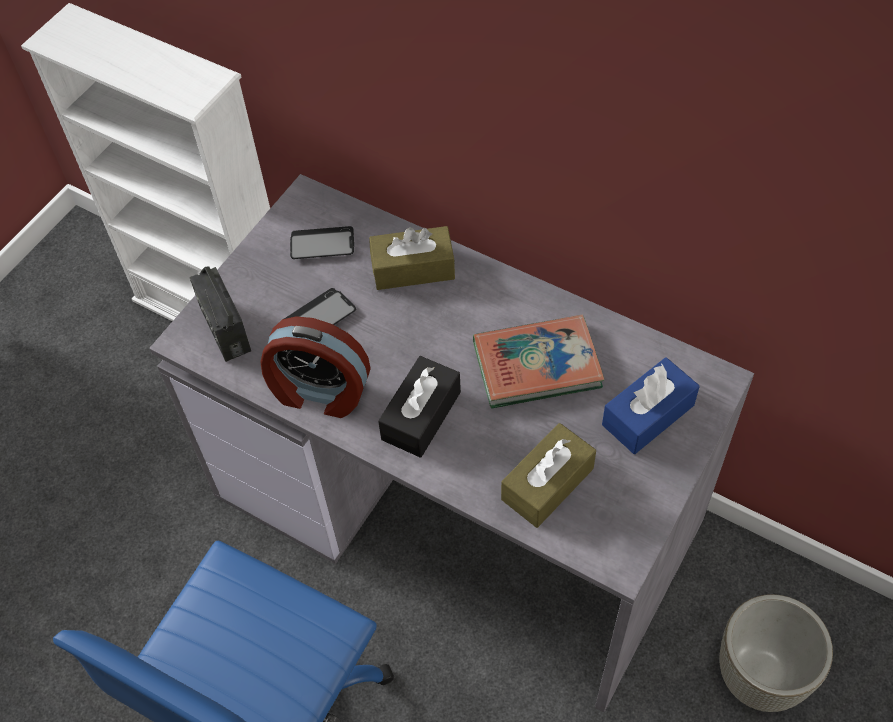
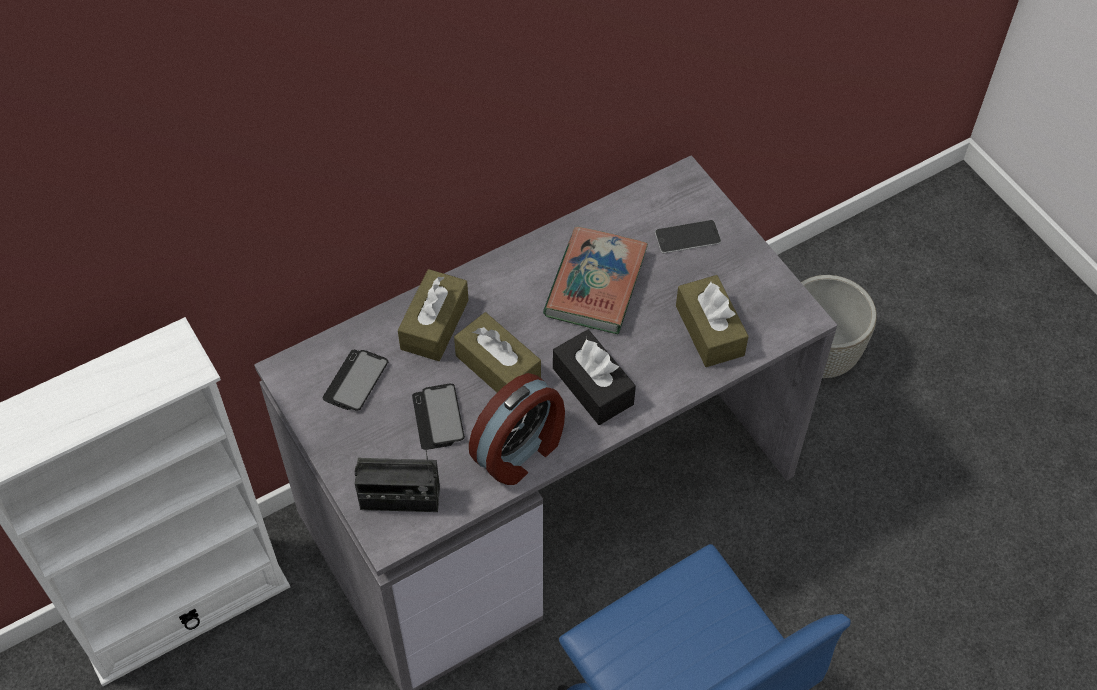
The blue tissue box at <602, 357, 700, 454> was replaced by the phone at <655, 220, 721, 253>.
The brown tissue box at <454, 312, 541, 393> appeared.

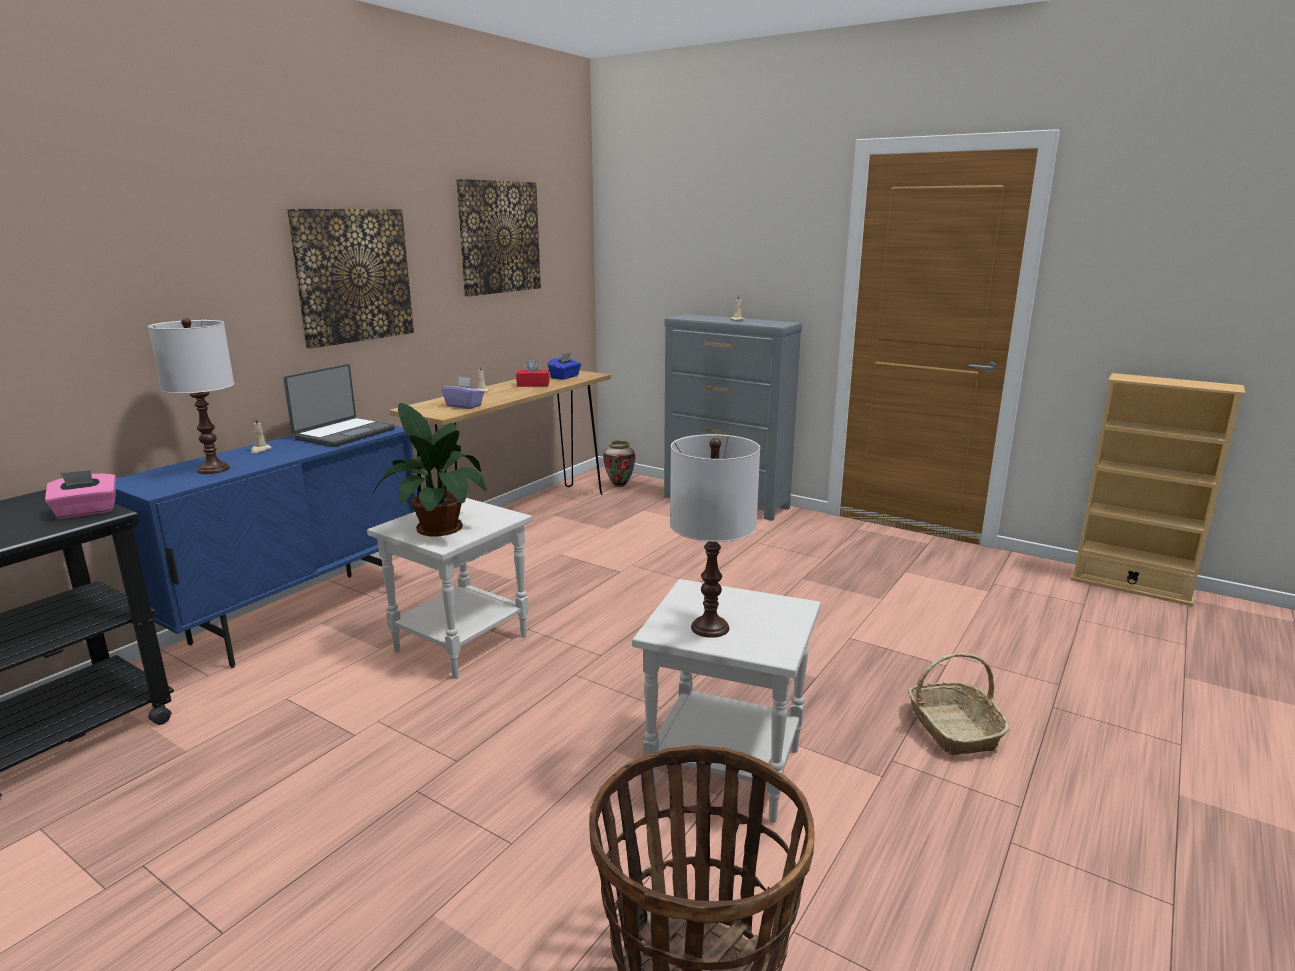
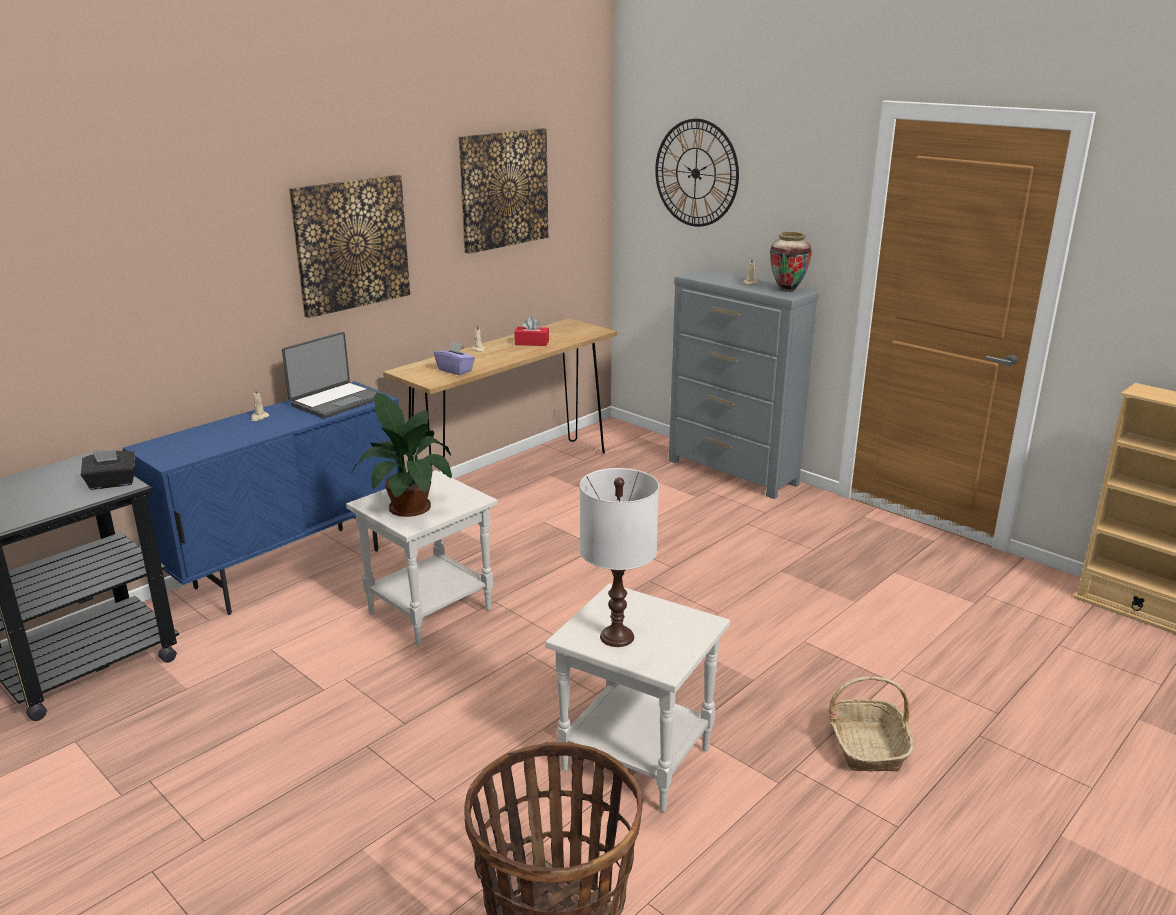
The pink tissue box at <45, 470, 116, 519> became the black tissue box at <81, 450, 136, 490>.
The white table lamp at <148, 318, 234, 474> disappeared.
The blue tissue box at <548, 353, 581, 380> disappeared.
The vase moved from <603, 440, 635, 487> to <770, 232, 812, 292>.
The wall clock at <655, 119, 739, 227> appeared.

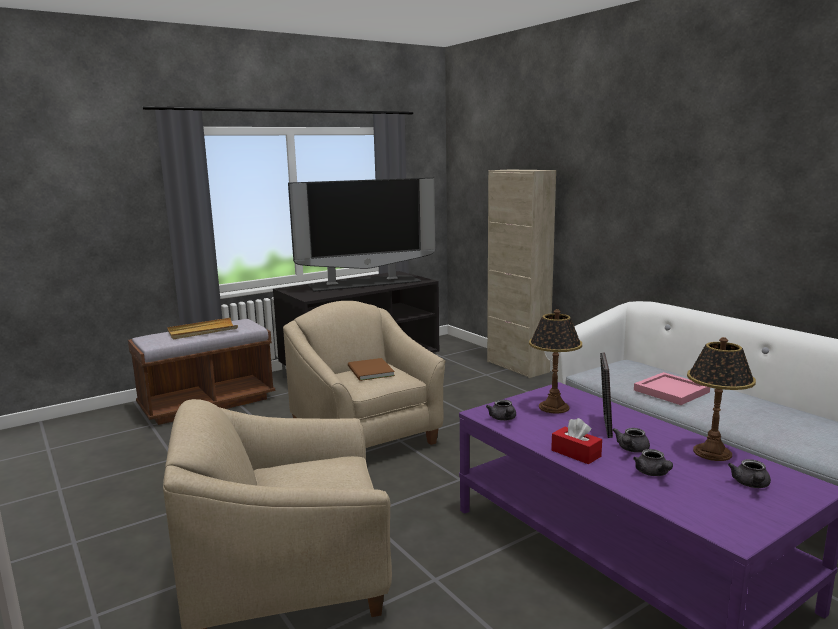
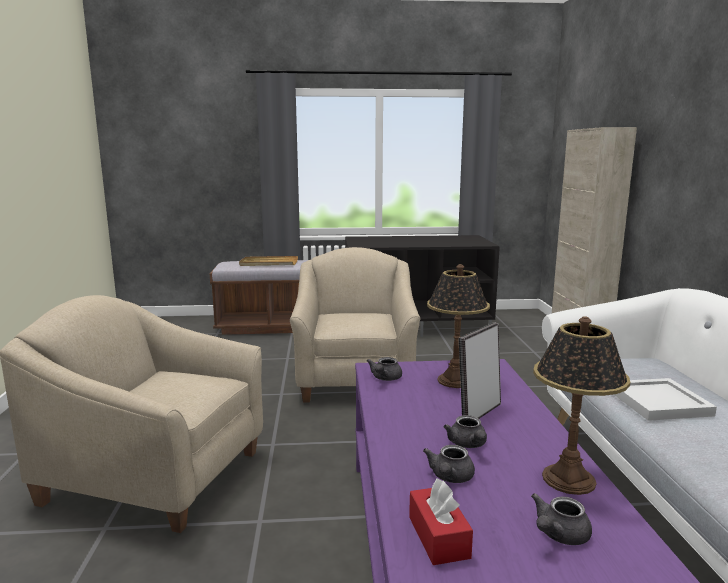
The television at <288, 177, 435, 292> disappeared.
The brown book at <348, 358, 395, 381> disappeared.
The red tissue box moved from <551, 418, 602, 464> to <409, 478, 473, 565>.
The grey teapot at <613, 428, 650, 453> turned 75 degrees counterclockwise.
The pink tray at <634, 372, 710, 405> became the white tray at <614, 378, 717, 421>.

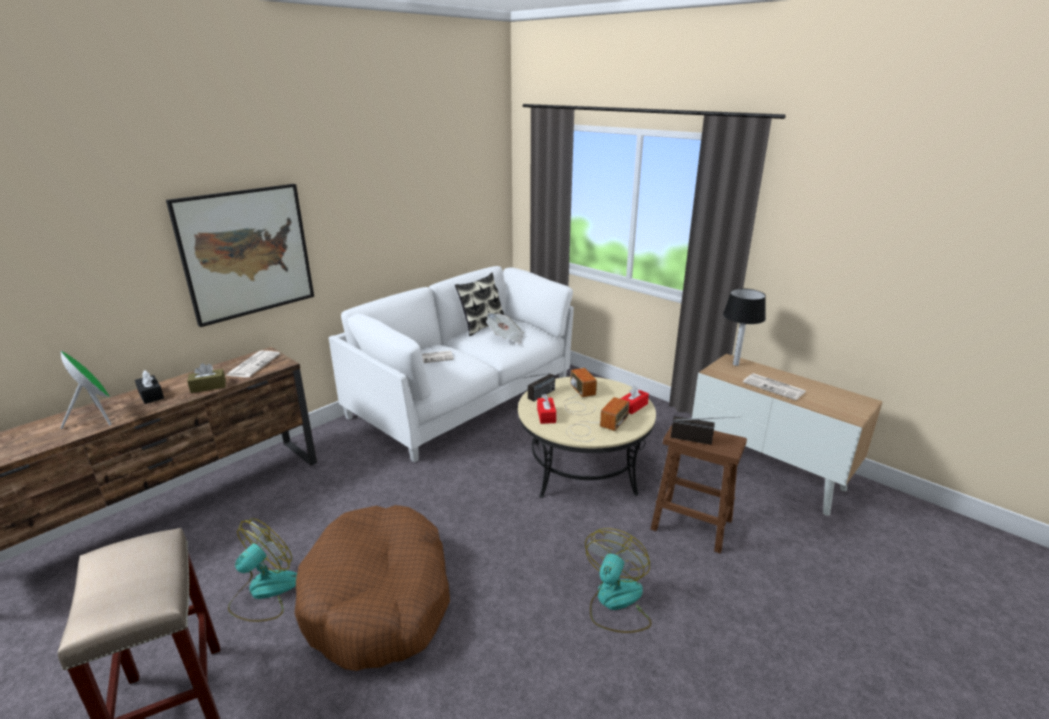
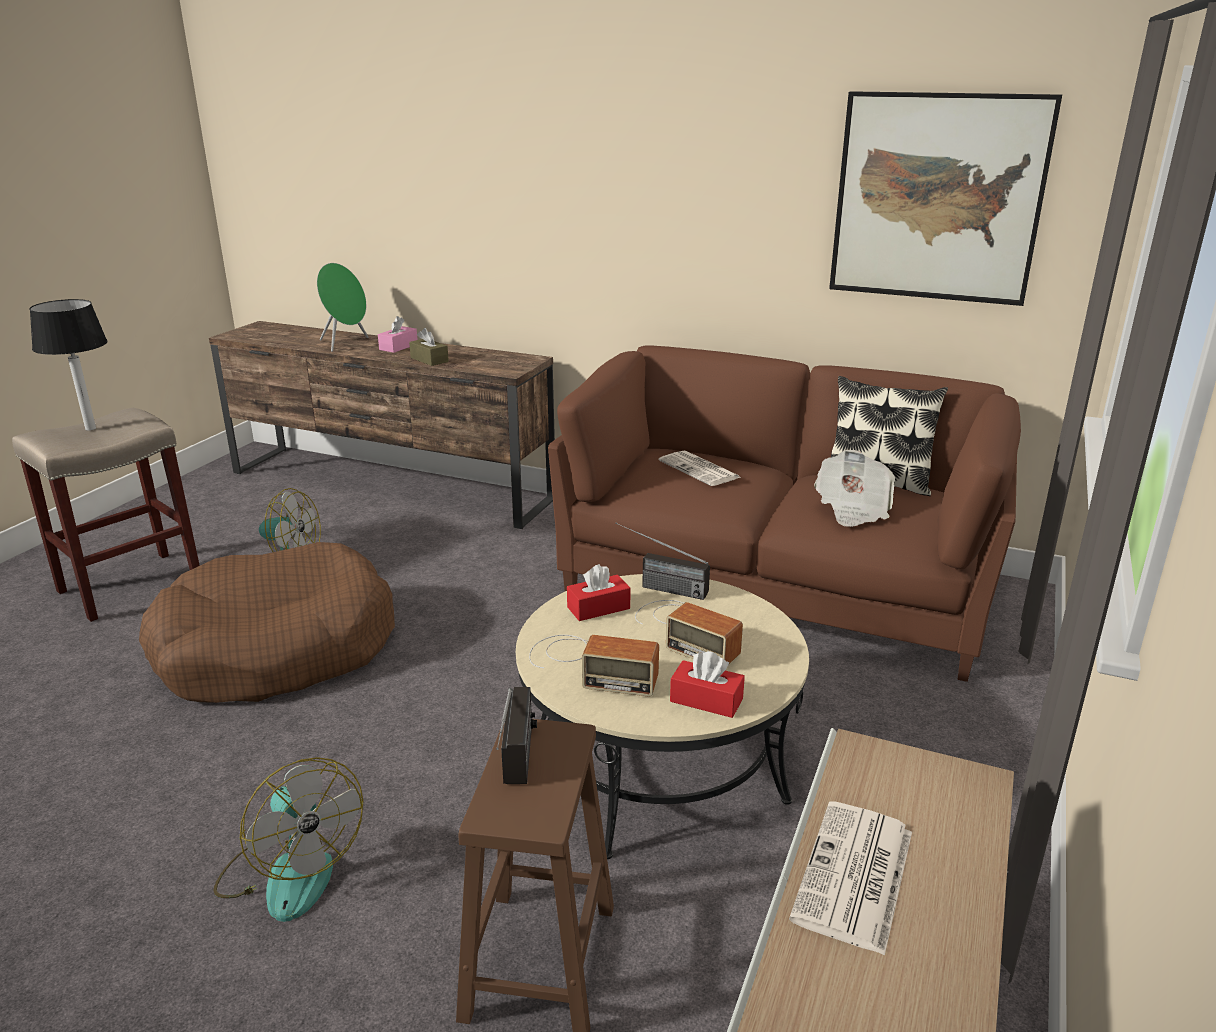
The black tissue box at <135, 370, 164, 404> became the pink tissue box at <378, 316, 418, 353>.
The picture moved from <166, 184, 314, 327> to <829, 91, 1062, 306>.
The newspaper at <226, 351, 280, 377> disappeared.
The white sofa at <329, 266, 574, 463> became the brown sofa at <548, 346, 1021, 682>.
The radio at <564, 368, 597, 415> turned 75 degrees clockwise.
The fan at <585, 528, 652, 633> turned 45 degrees clockwise.
The table lamp moved from <723, 289, 766, 366> to <29, 299, 108, 431>.

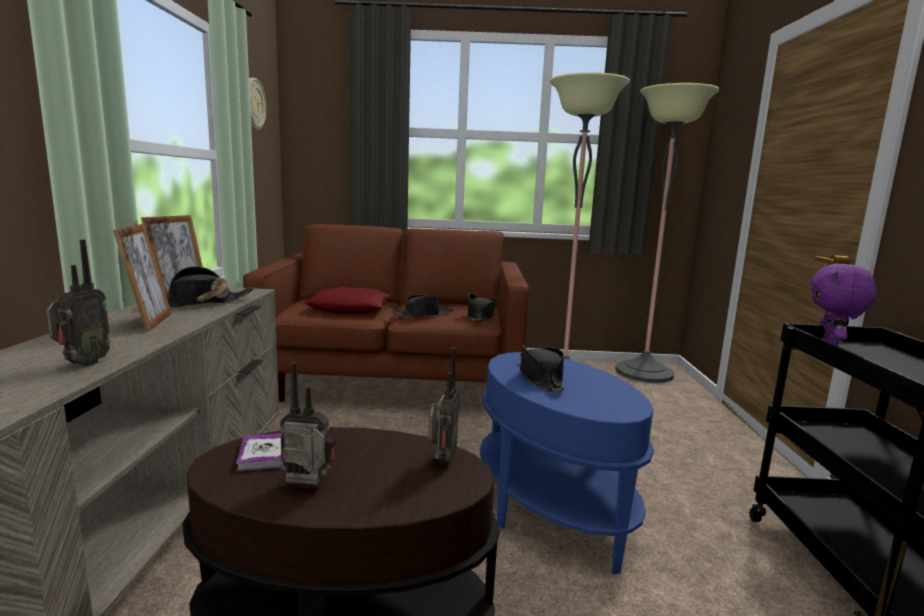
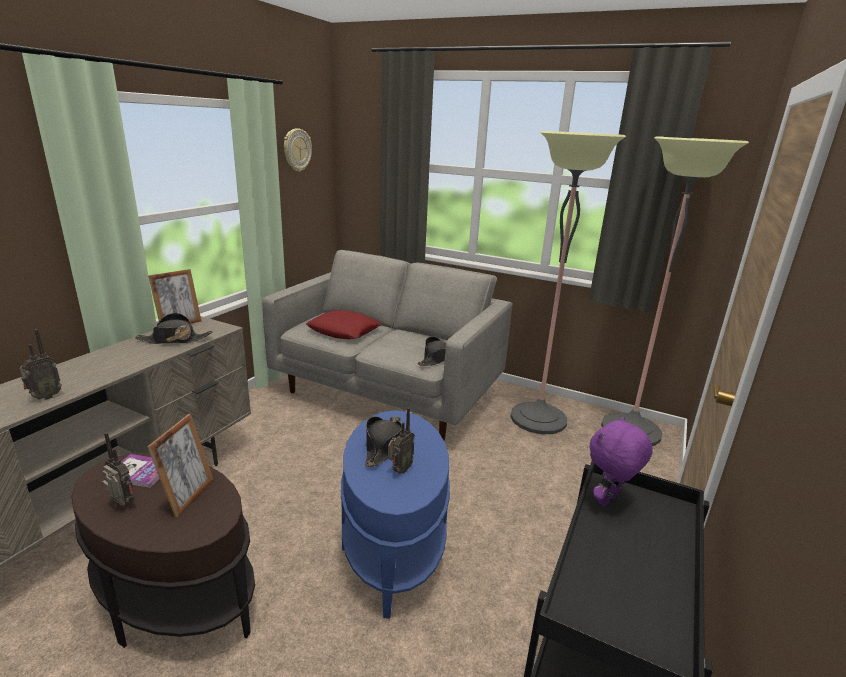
The picture frame moved from <113, 224, 172, 332> to <147, 414, 213, 518>.
The brown sofa at <243, 224, 529, 402> became the grey sofa at <262, 250, 513, 441>.
The black hat at <390, 294, 454, 318> disappeared.
The radio moved from <428, 347, 459, 464> to <388, 407, 415, 474>.

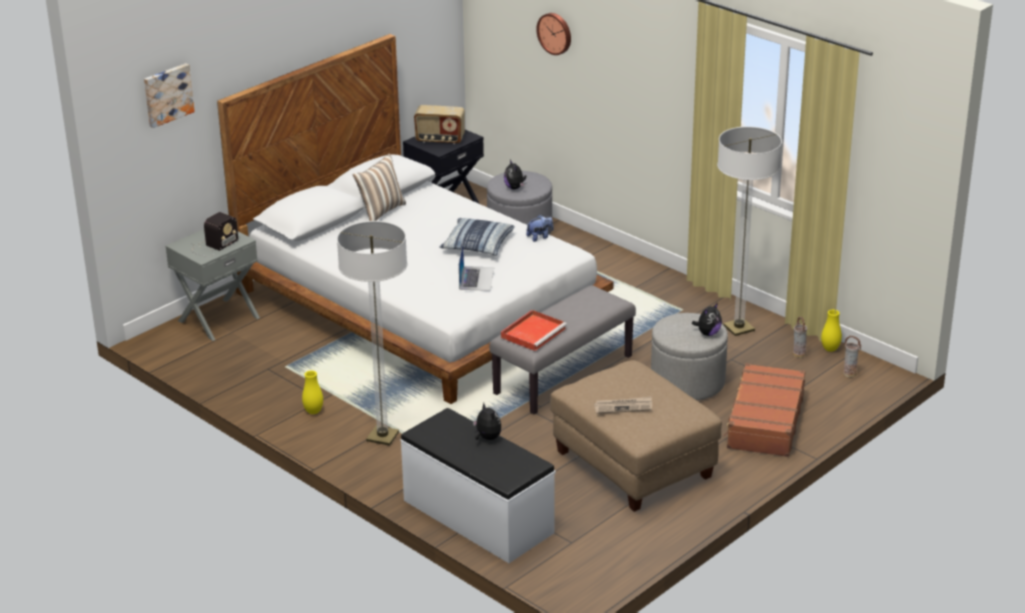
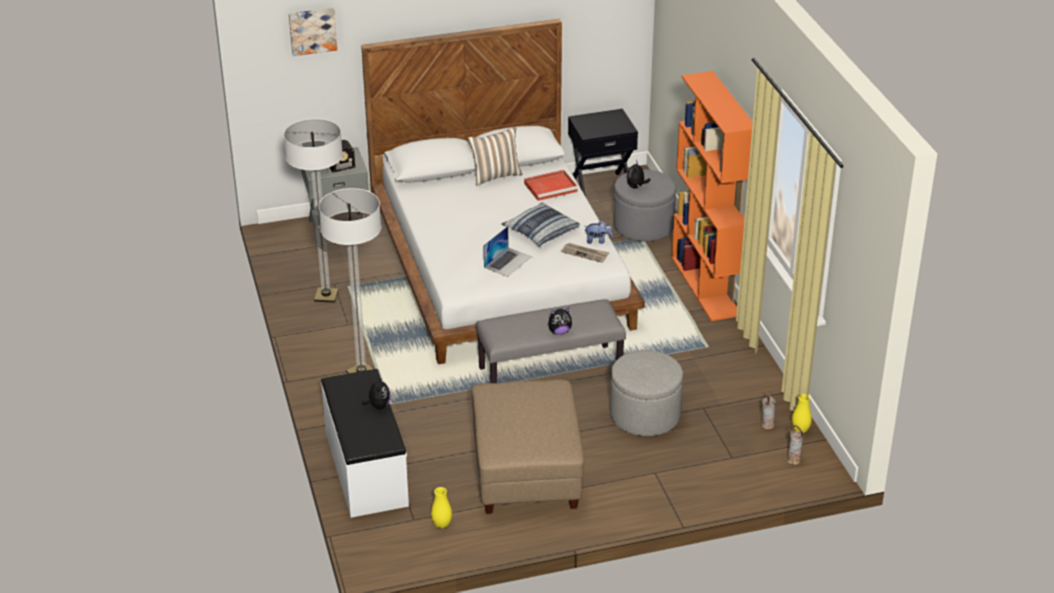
The yellow vase moved from <302, 371, 323, 414> to <431, 487, 452, 528>.
The radio at <414, 105, 465, 144> disappeared.
The red tray moved from <501, 310, 567, 351> to <524, 170, 578, 201>.
The wall clock at <536, 13, 571, 55> disappeared.
The newspaper moved from <594, 396, 652, 414> to <561, 243, 610, 263>.
The plush toy moved from <692, 303, 722, 336> to <548, 308, 572, 335>.
The floor lamp moved from <717, 126, 782, 336> to <284, 118, 343, 303>.
The brown suitcase at <723, 363, 805, 457> disappeared.
The orange bookcase at <671, 71, 753, 321> appeared.

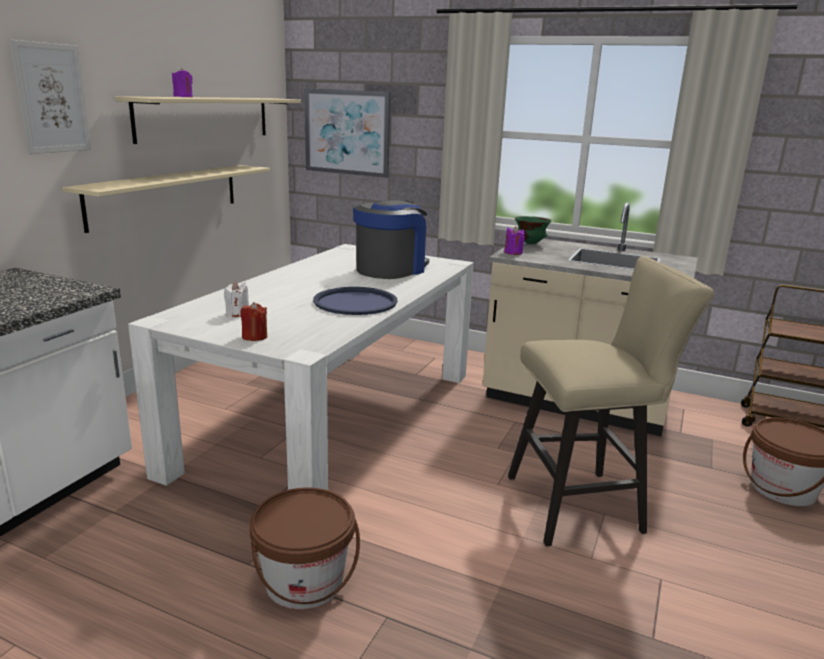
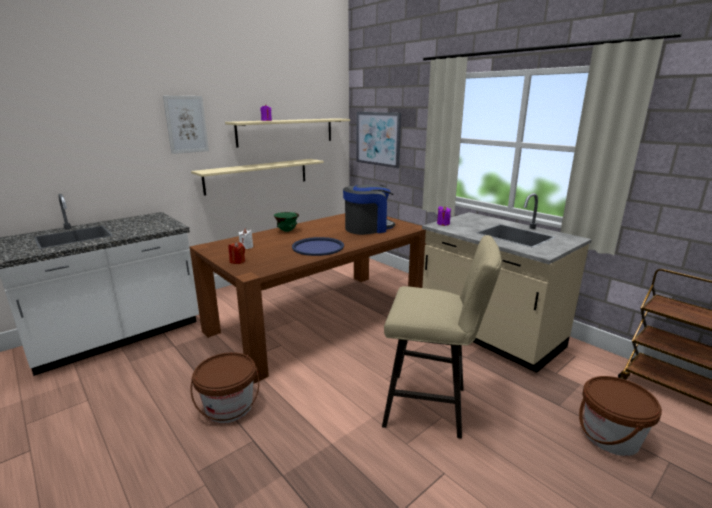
The white dining table at <128, 244, 474, 490> became the brown dining table at <190, 213, 427, 383>.
The green bowl moved from <515, 216, 551, 244> to <274, 212, 299, 232>.

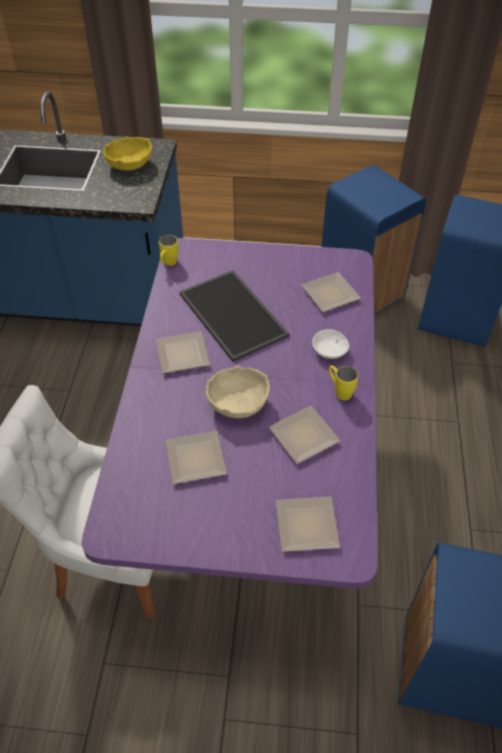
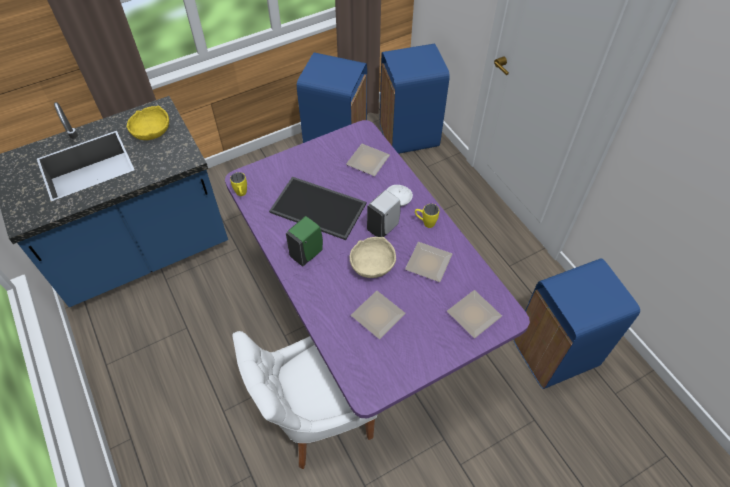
The plate at <156, 331, 210, 373> was replaced by the green soap dispenser at <286, 216, 323, 266>.
The white soap dispenser at <367, 190, 401, 237> appeared.

